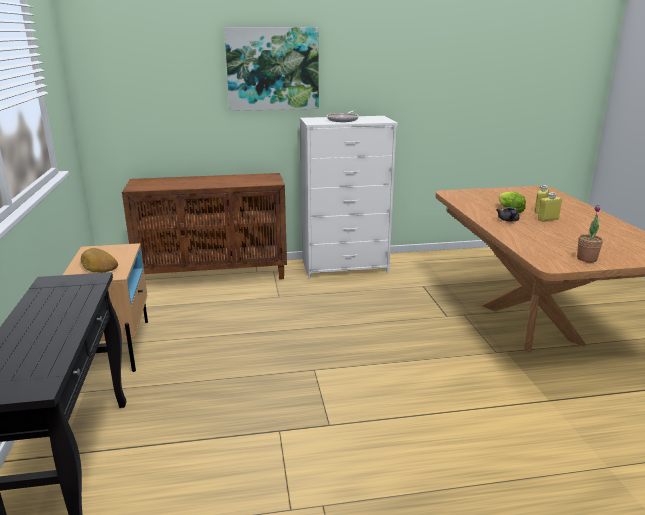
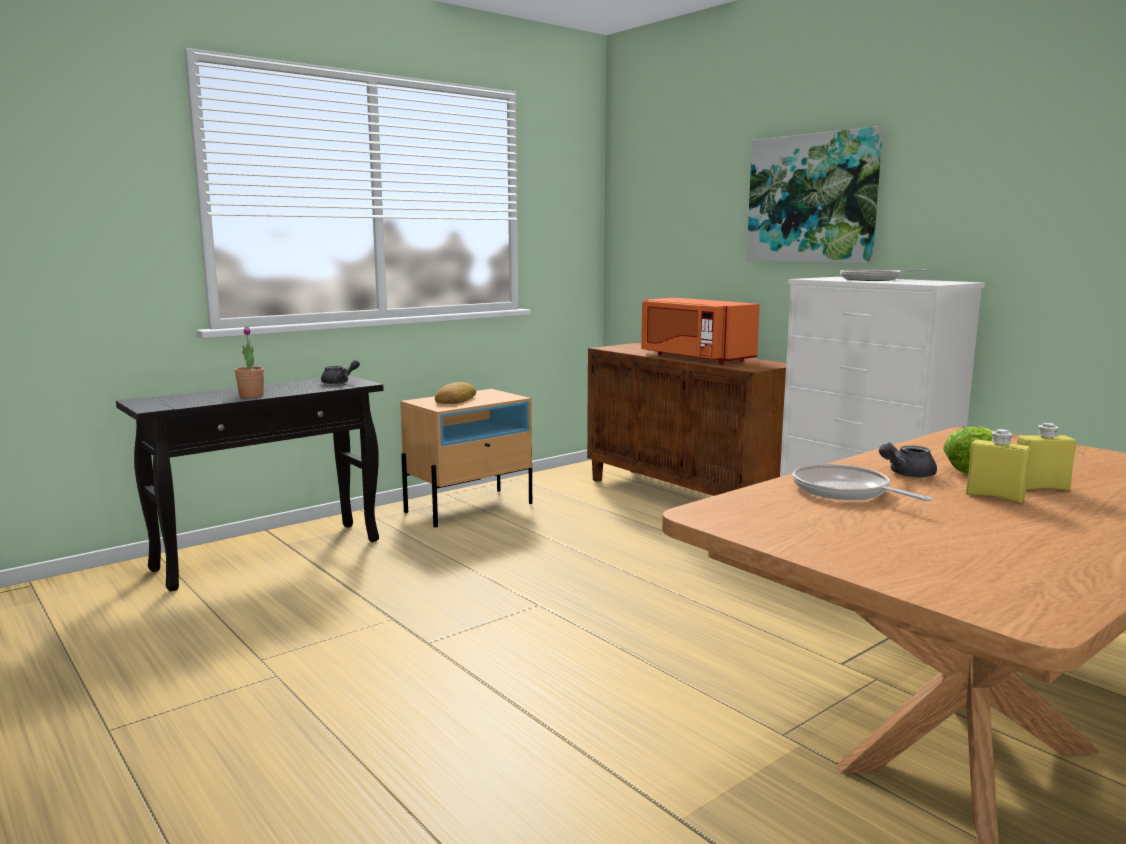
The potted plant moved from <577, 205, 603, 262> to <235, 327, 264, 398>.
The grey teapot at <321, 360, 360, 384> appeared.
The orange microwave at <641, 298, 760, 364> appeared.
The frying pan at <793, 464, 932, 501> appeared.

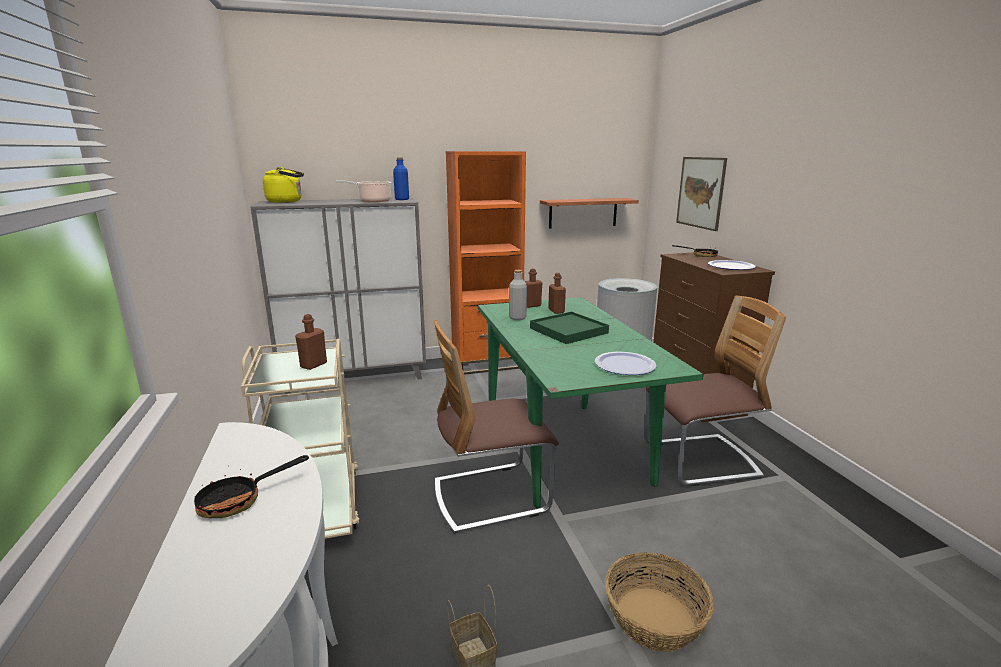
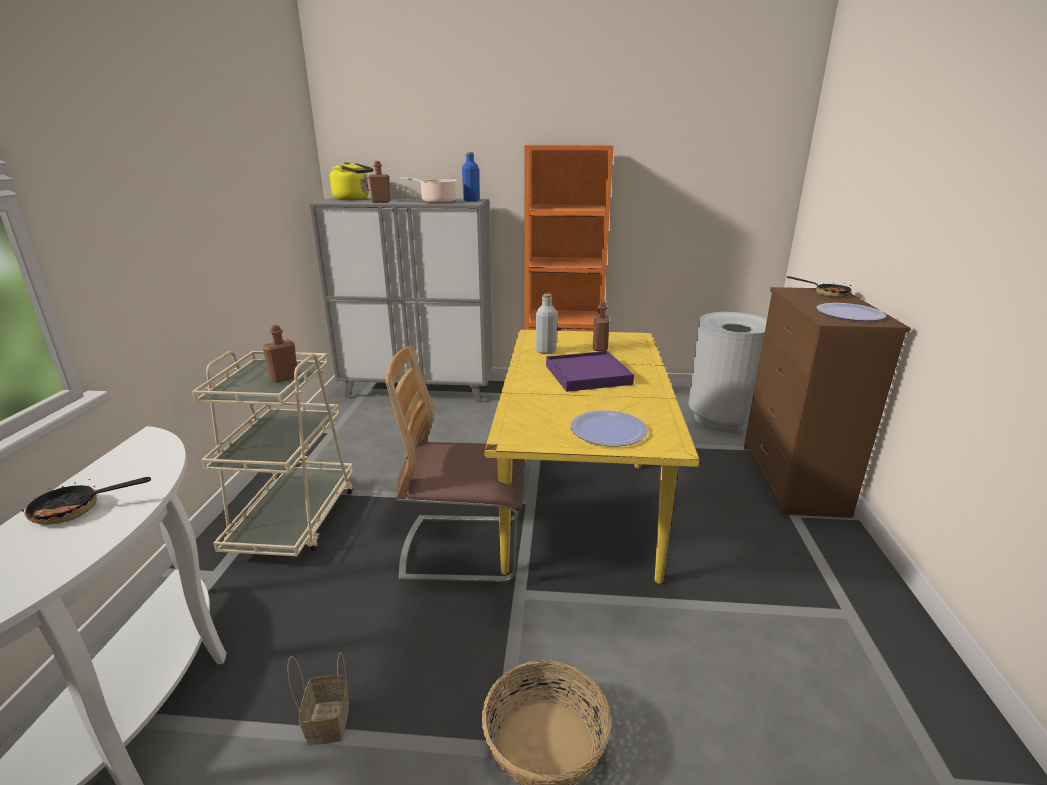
The green dining table at <478, 297, 704, 508> became the yellow dining table at <484, 330, 700, 584>.
The brown bottle moved from <524, 269, 542, 308> to <368, 161, 391, 203>.
The green tray at <530, 312, 609, 344> became the purple tray at <546, 351, 634, 392>.
The shelf at <540, 198, 639, 229> disappeared.
The chair at <644, 295, 786, 486> disappeared.
The picture at <676, 157, 727, 231> disappeared.

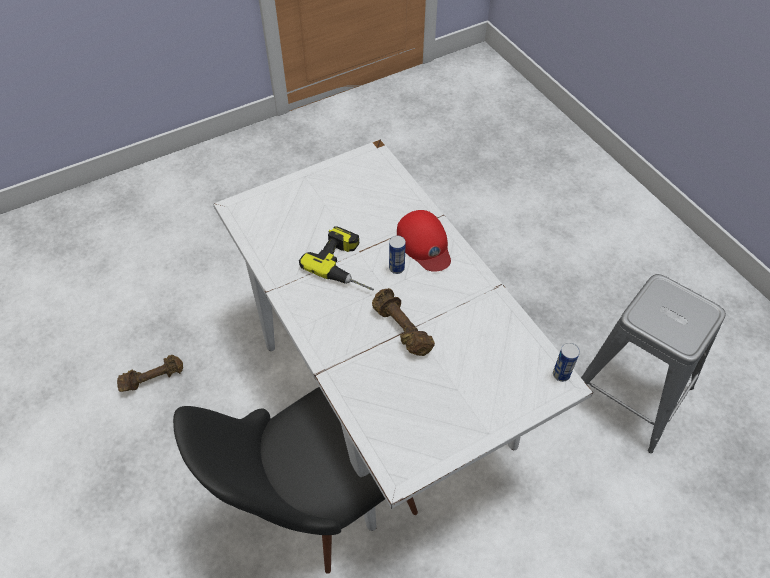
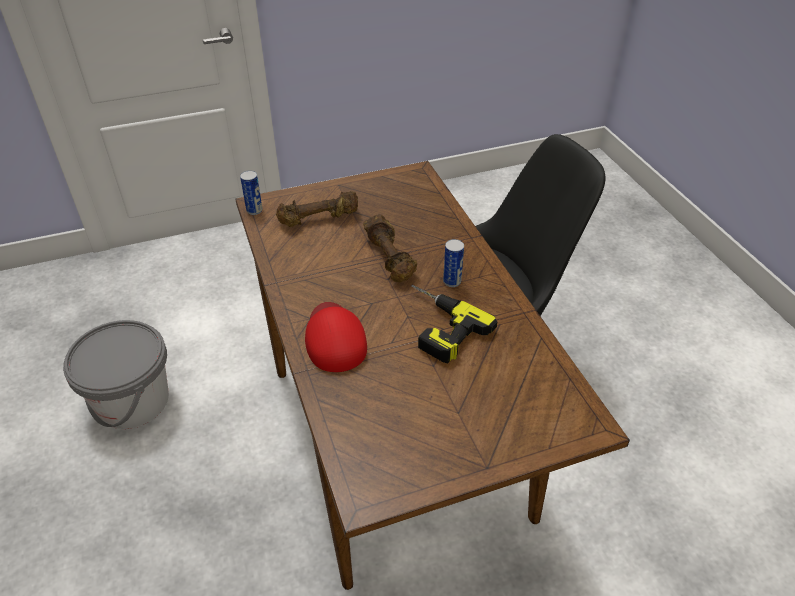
The brown dumbbell moved from <117, 355, 183, 392> to <276, 191, 358, 227>.
The white dining table at <213, 139, 593, 531> became the brown dining table at <235, 161, 630, 590>.
The can moved from <389, 236, 406, 274> to <443, 239, 464, 287>.
The grey stool at <581, 274, 726, 453> was replaced by the grey bucket at <63, 320, 169, 429>.

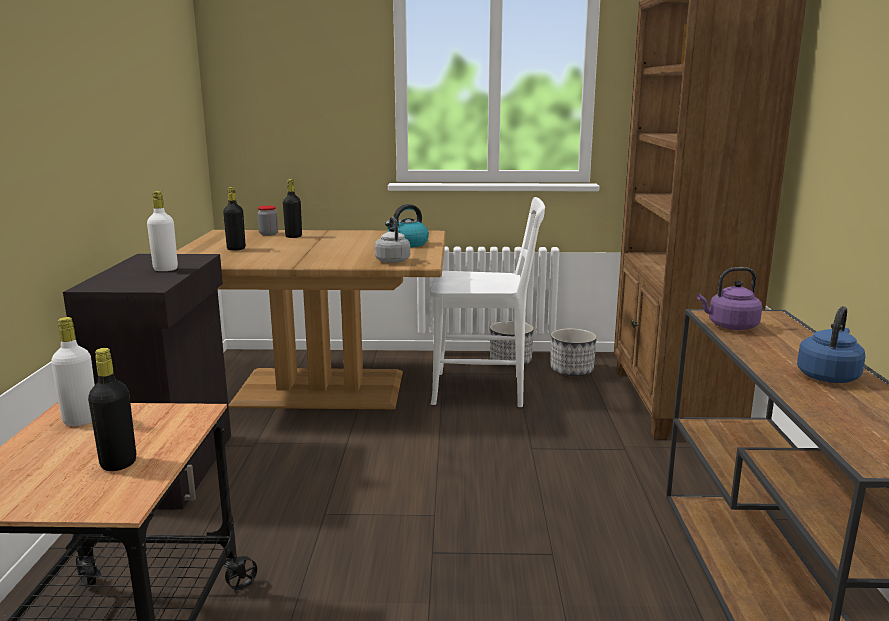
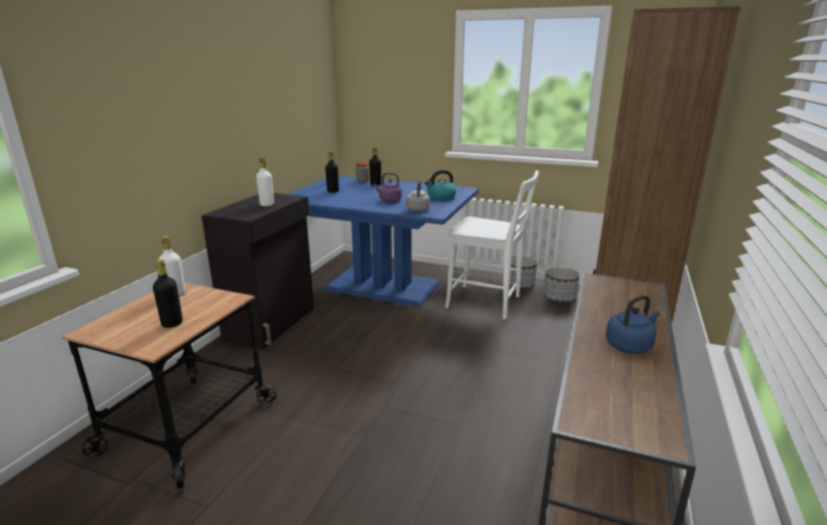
The brown dining table at <177, 230, 446, 409> became the blue dining table at <289, 176, 479, 307>.
The purple kettle moved from <697, 267, 762, 330> to <374, 173, 402, 202>.

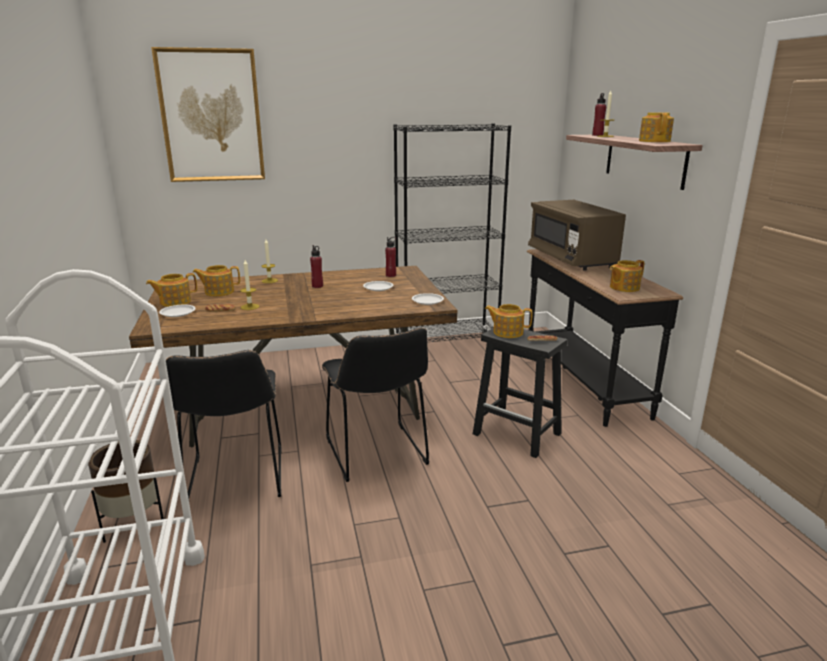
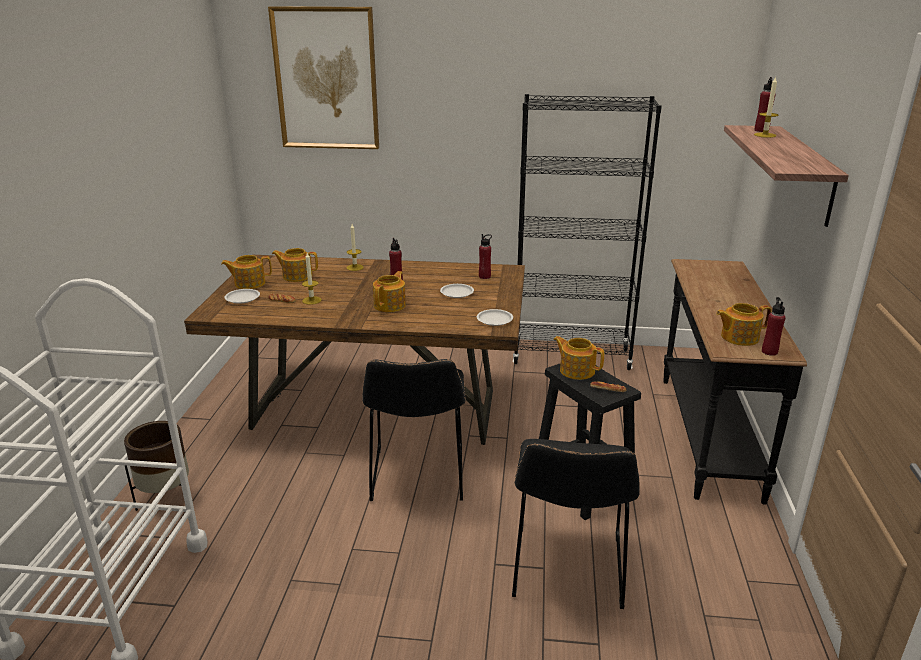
The black chair moved from <166, 350, 282, 499> to <512, 439, 640, 609>.
The brown microwave at <528, 200, 626, 271> disappeared.
The teapot moved from <639, 112, 674, 142> to <373, 271, 406, 312>.
The red bottle at <762, 297, 786, 356> appeared.

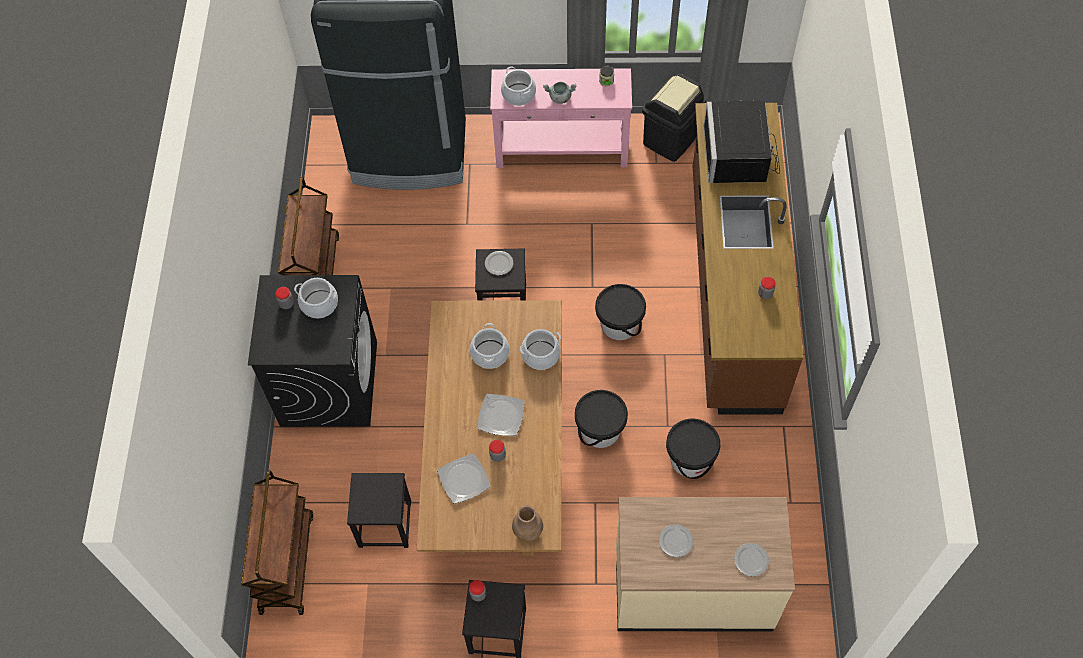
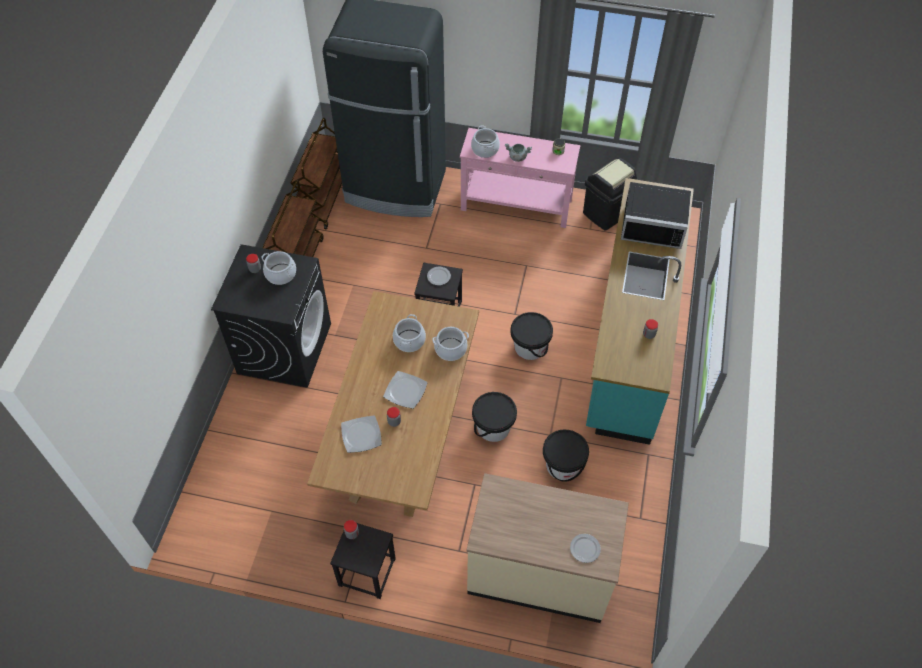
The brown cart moved from <241, 471, 314, 615> to <290, 118, 342, 229>.
The black stool at <347, 473, 411, 548> disappeared.
The brown vase at <512, 505, 543, 542> disappeared.
The plate at <659, 524, 693, 557> disappeared.
The brown counter at <693, 103, 804, 414> became the turquoise counter at <586, 178, 694, 445>.
The black microwave at <704, 100, 780, 183> turned 90 degrees counterclockwise.

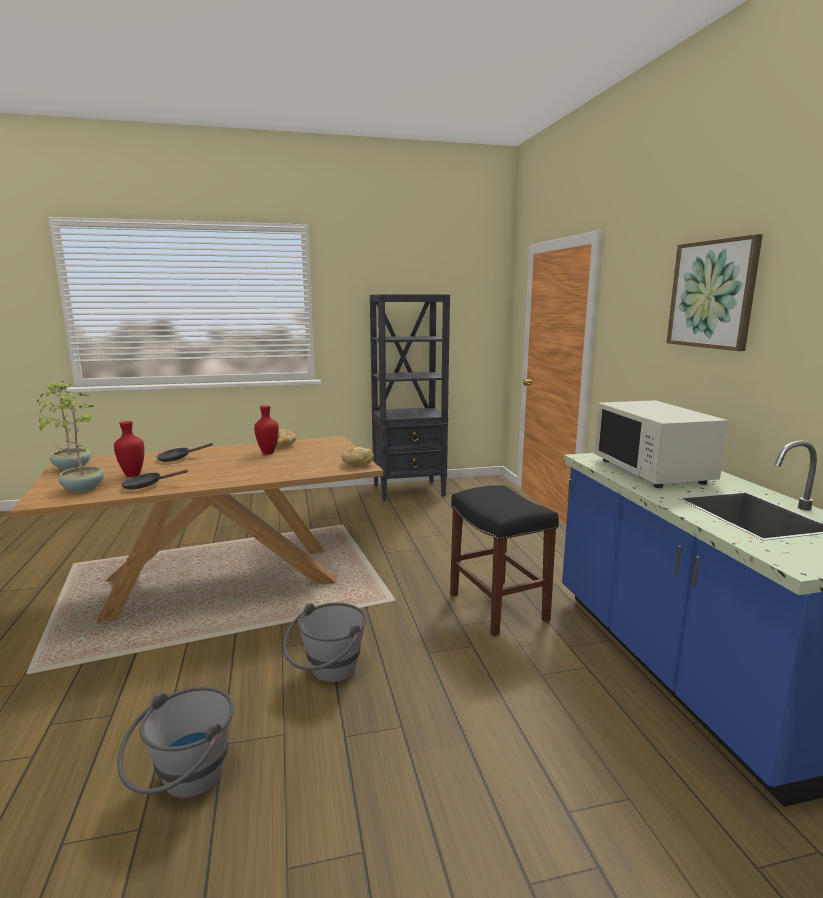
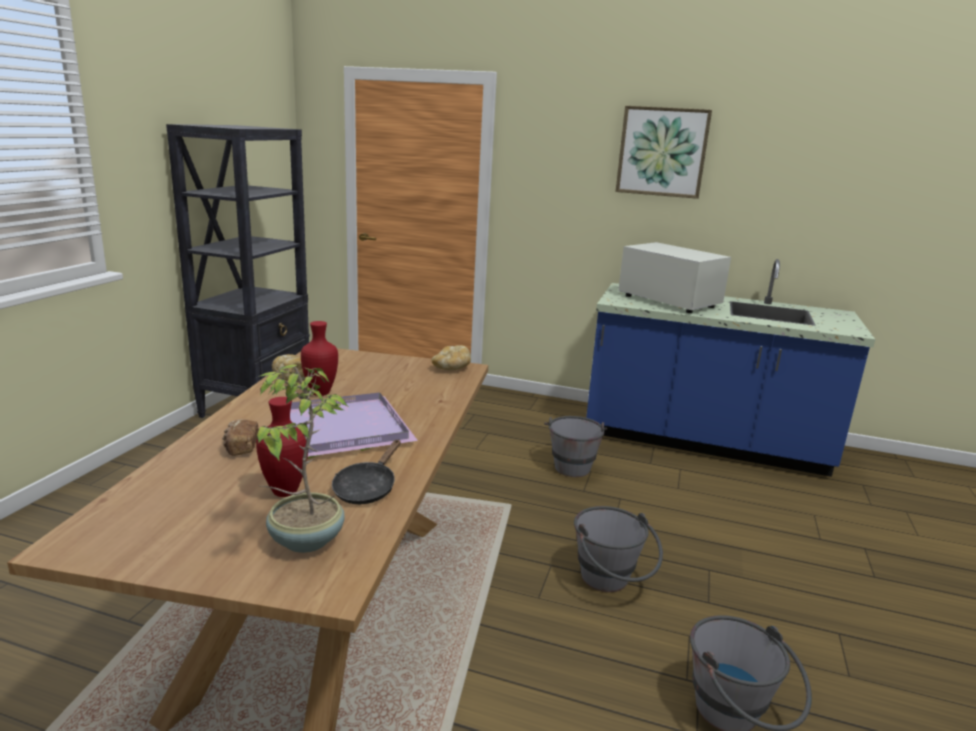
The potted plant at <37, 381, 91, 471> disappeared.
The black frying pan at <157, 443, 213, 462> was replaced by the bread at <222, 419, 258, 456>.
The black stool at <450, 485, 559, 637> was replaced by the grey bucket at <544, 416, 607, 477>.
The white microwave at <594, 400, 729, 488> turned 150 degrees counterclockwise.
The purple tray at <290, 392, 418, 459> appeared.

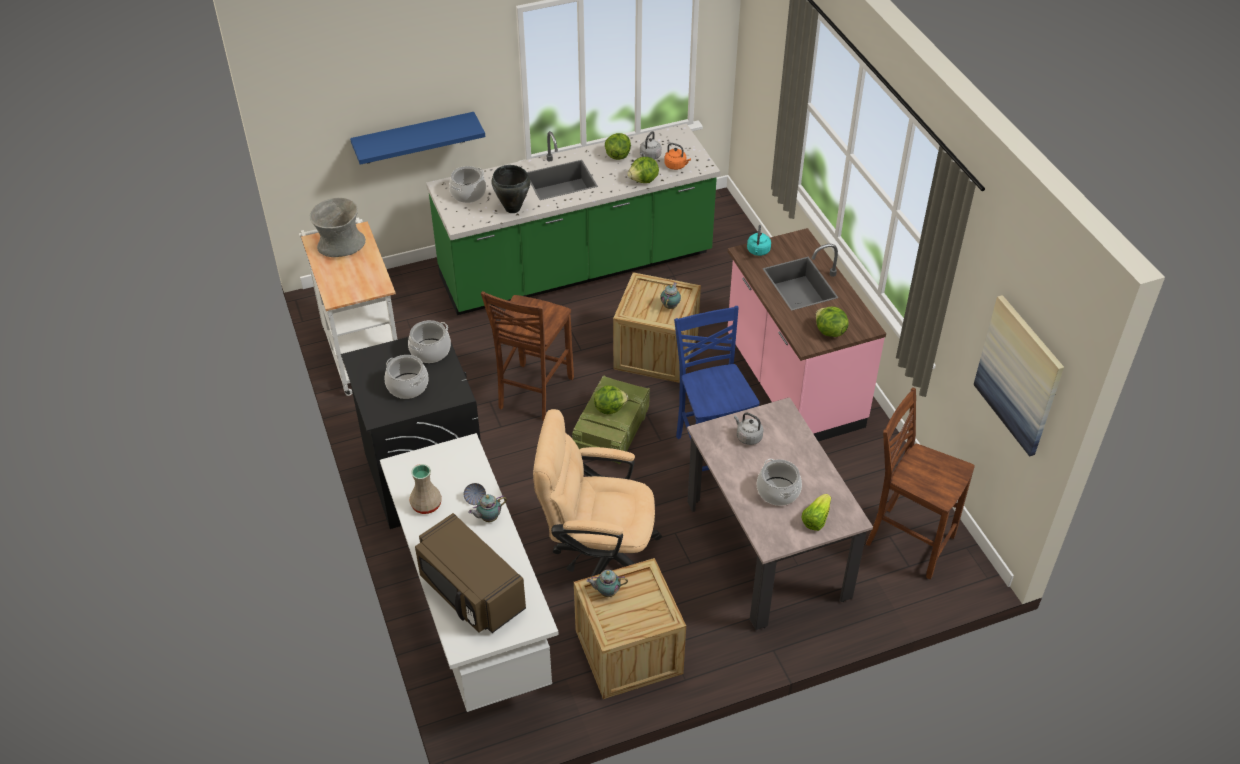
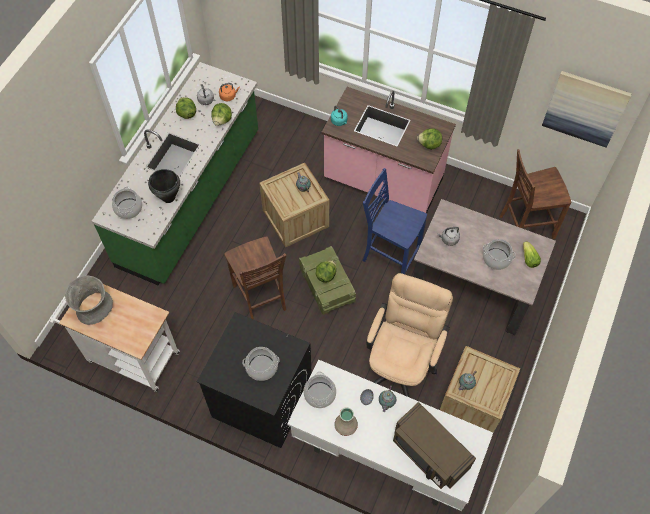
The blue shelf at <350, 112, 485, 165> disappeared.
The cooking pot moved from <408, 320, 451, 363> to <303, 372, 336, 408>.
The brown microwave at <415, 513, 526, 633> turned 45 degrees clockwise.
The beige office chair at <533, 409, 662, 577> turned 150 degrees clockwise.

